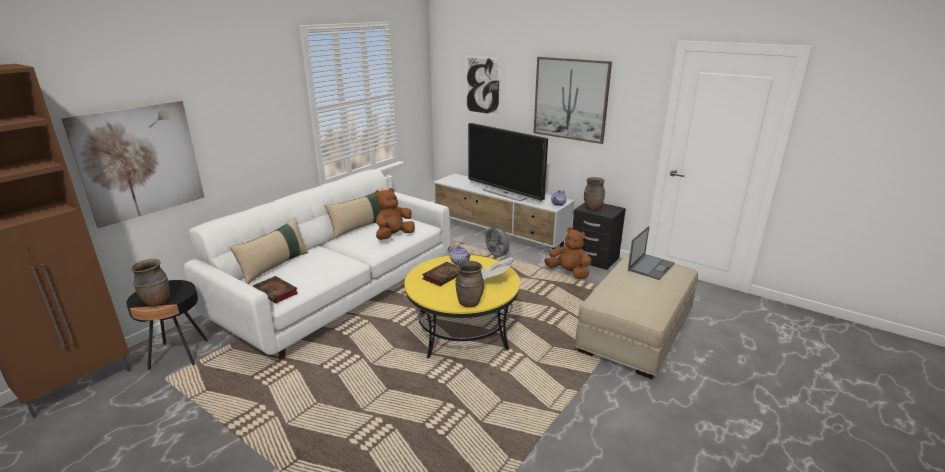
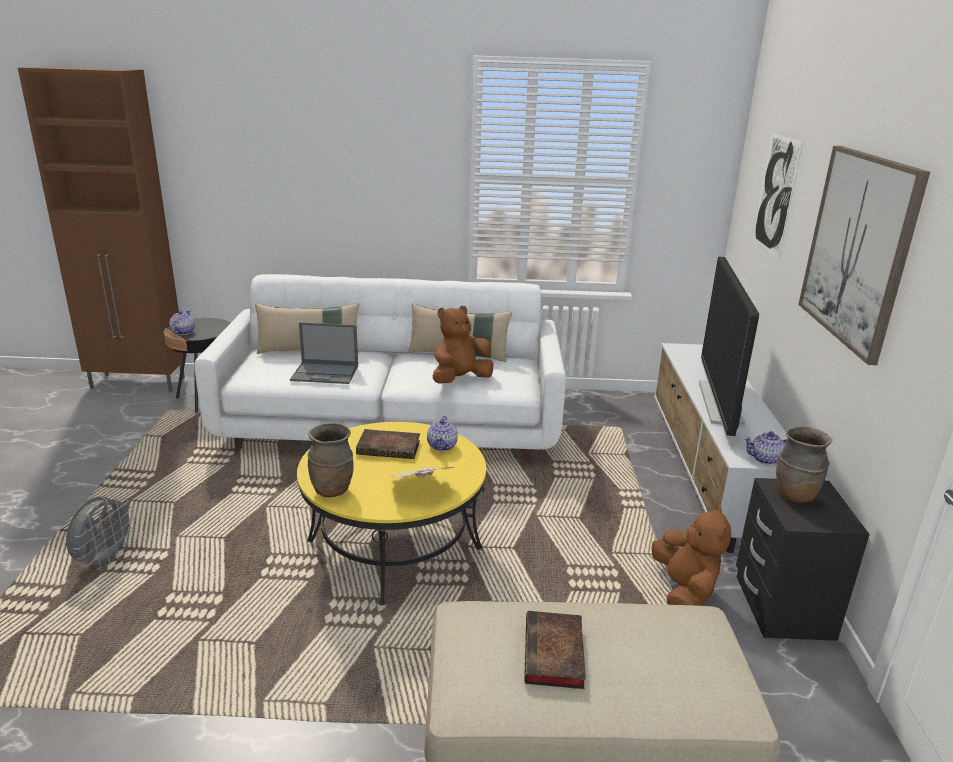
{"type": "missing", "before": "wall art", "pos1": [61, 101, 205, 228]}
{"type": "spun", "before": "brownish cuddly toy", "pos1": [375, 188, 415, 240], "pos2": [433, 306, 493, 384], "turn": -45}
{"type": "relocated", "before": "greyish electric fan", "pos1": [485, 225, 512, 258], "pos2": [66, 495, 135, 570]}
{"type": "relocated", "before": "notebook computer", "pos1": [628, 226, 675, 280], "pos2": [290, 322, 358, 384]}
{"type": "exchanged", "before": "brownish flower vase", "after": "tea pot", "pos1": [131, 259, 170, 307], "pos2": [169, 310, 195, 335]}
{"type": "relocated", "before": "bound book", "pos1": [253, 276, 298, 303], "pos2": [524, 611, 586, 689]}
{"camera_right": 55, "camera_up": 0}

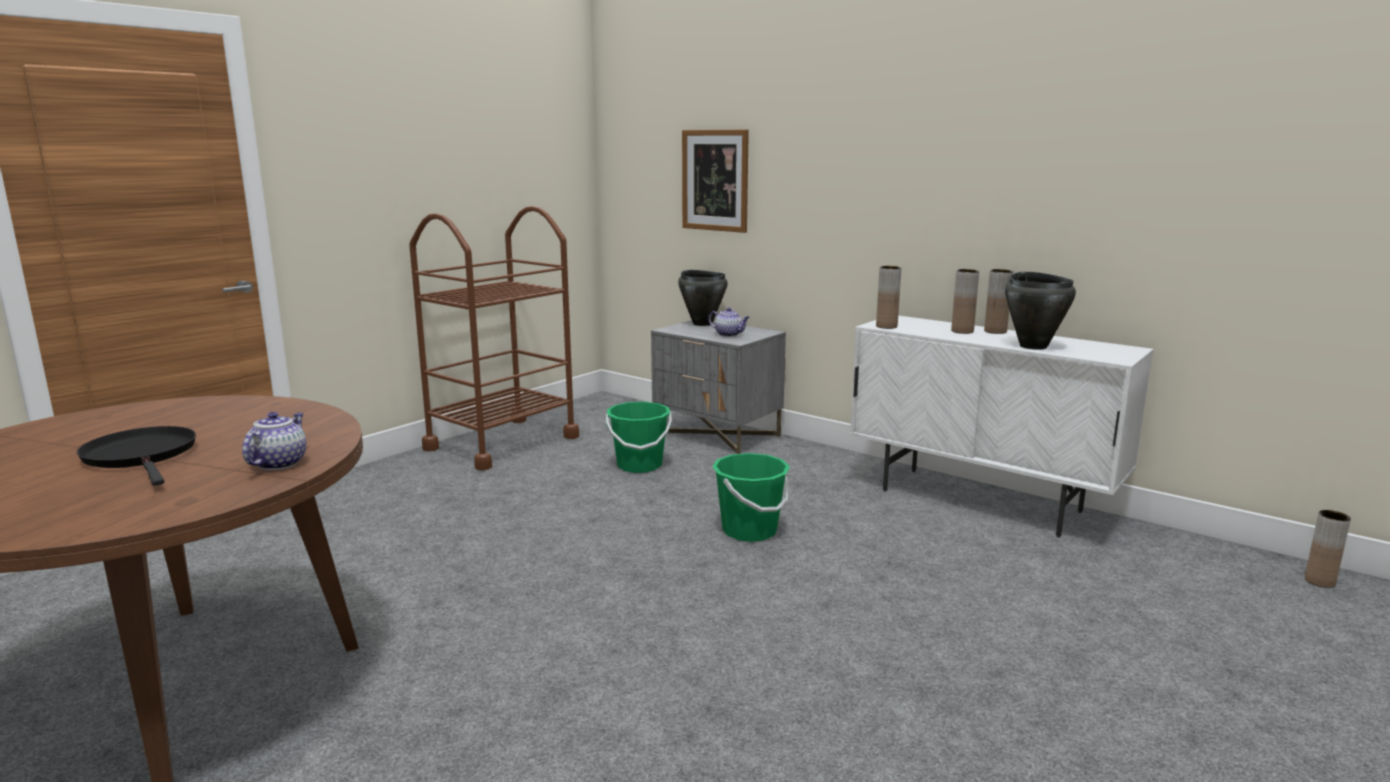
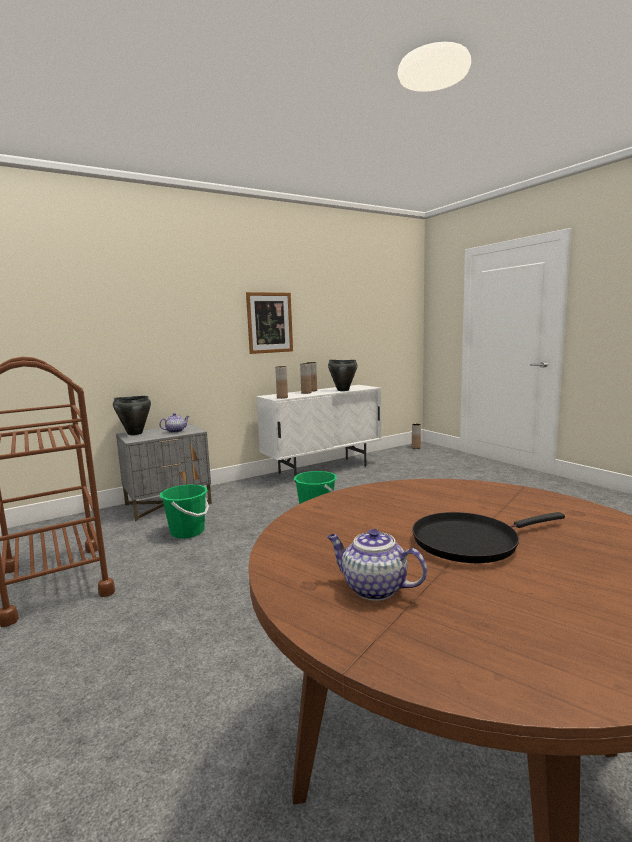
{"type": "relocated", "before": "wall art", "pos1": [682, 129, 749, 233], "pos2": [246, 292, 293, 354]}
{"type": "relocated", "before": "tea pot", "pos1": [242, 412, 306, 470], "pos2": [327, 529, 427, 601]}
{"camera_right": -70, "camera_up": -5}

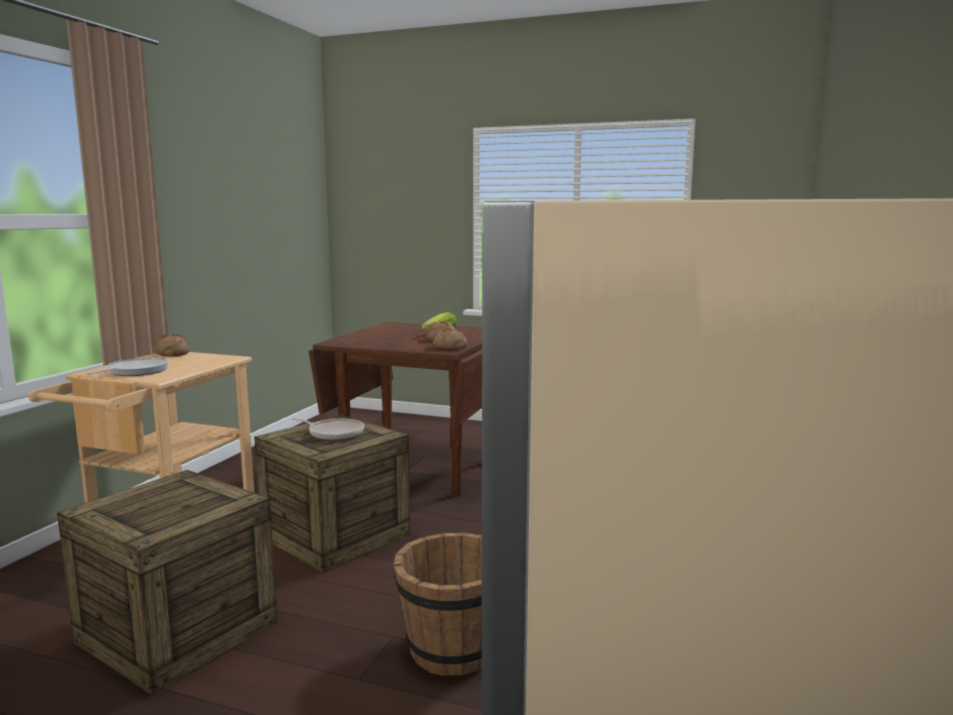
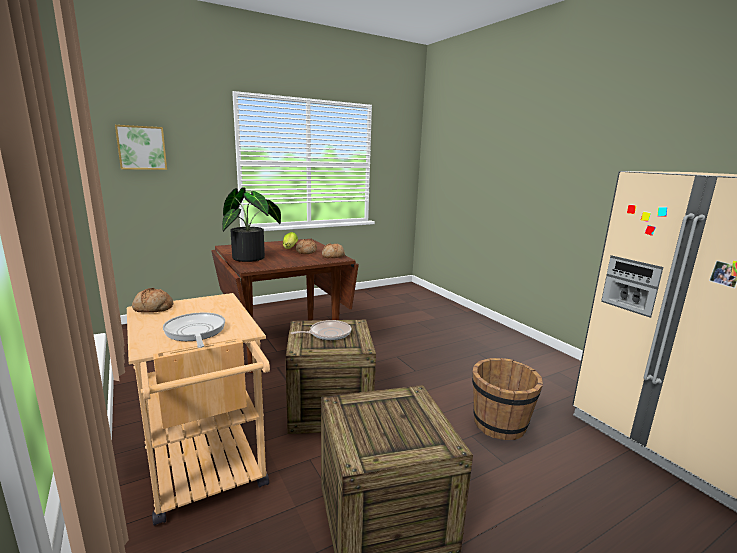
{"type": "appeared", "after": "wall art", "pos2": [115, 125, 167, 170]}
{"type": "appeared", "after": "plant in a pot", "pos2": [222, 188, 281, 262]}
{"camera_right": -50, "camera_up": 5}

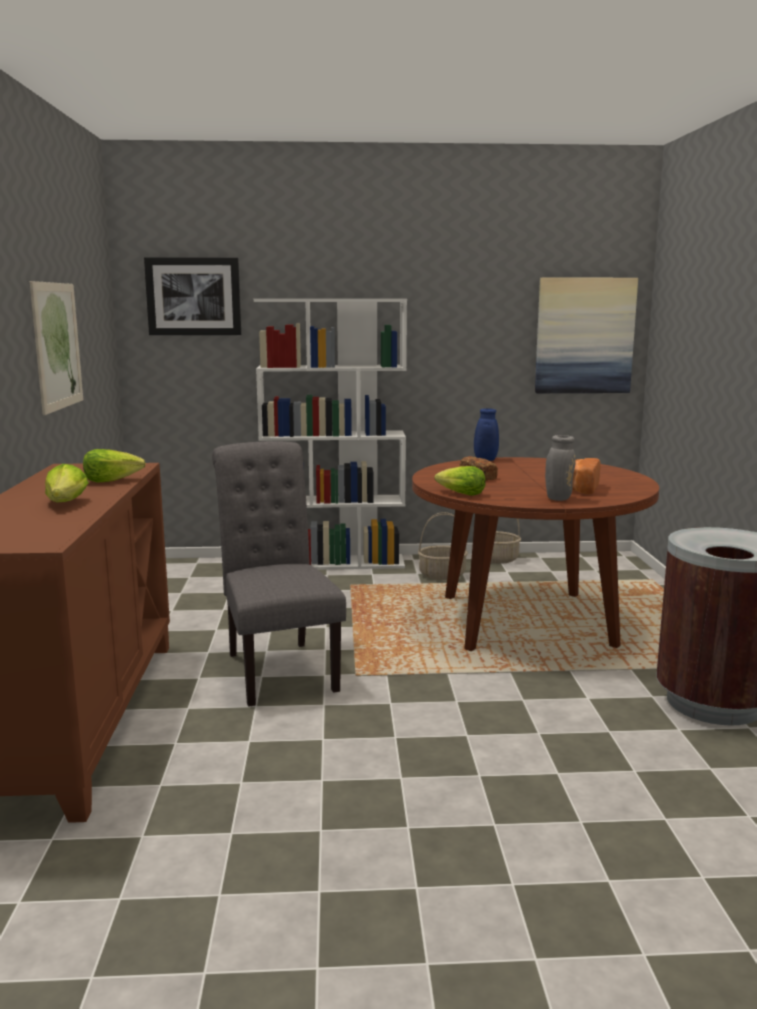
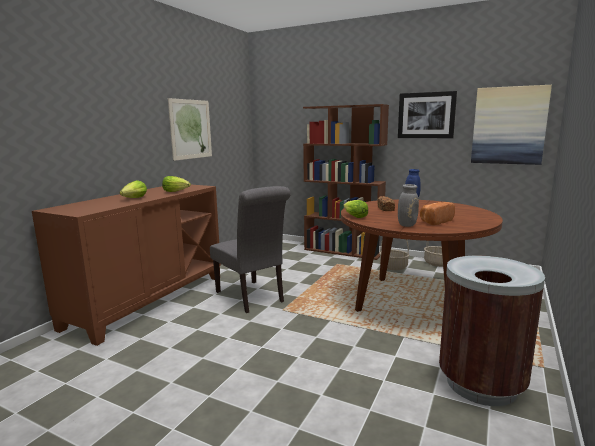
{"type": "relocated", "before": "wall art", "pos1": [144, 257, 241, 335], "pos2": [398, 91, 457, 138]}
{"type": "colour", "before": "white bookcase", "after": "brownish bookcase", "pos1": [254, 299, 407, 570], "pos2": [303, 104, 389, 260]}
{"type": "spun", "before": "greyish plain chair", "pos1": [212, 441, 346, 707], "pos2": [210, 186, 291, 313], "turn": 135}
{"camera_right": 30, "camera_up": 0}

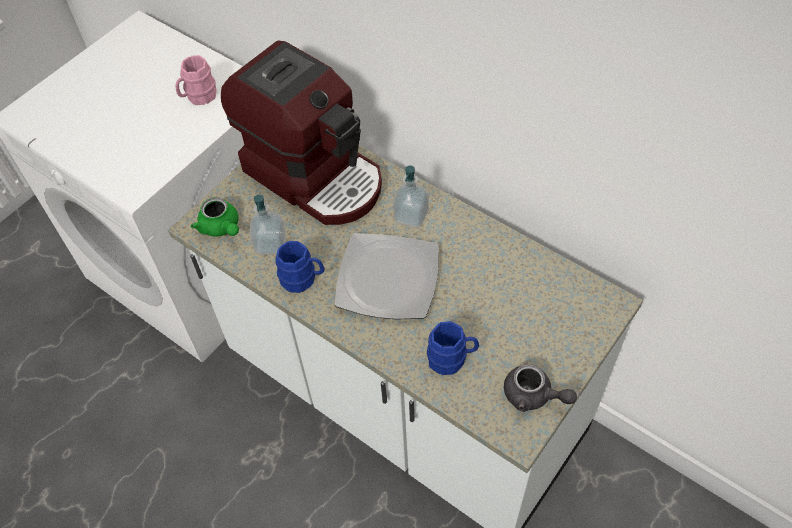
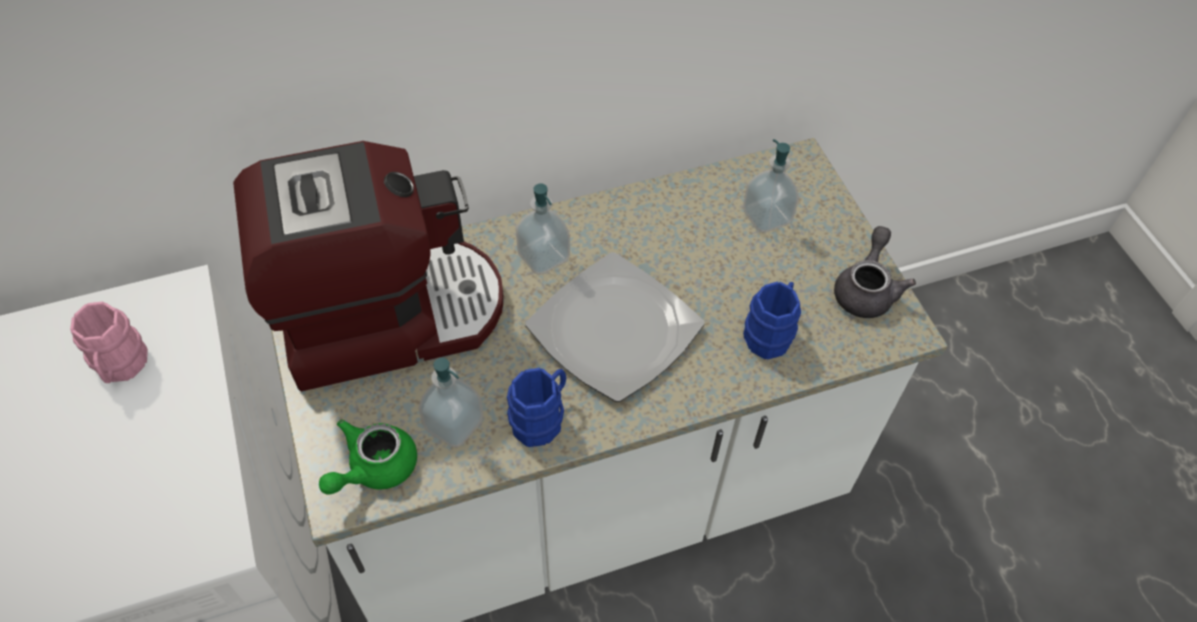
{"type": "spun", "before": "green-coloured tea pot", "pos1": [191, 197, 239, 237], "pos2": [319, 420, 417, 494], "turn": 135}
{"type": "spun", "before": "greyish tea pot", "pos1": [504, 364, 577, 412], "pos2": [834, 226, 916, 318], "turn": -45}
{"type": "appeared", "after": "soap bottle", "pos2": [743, 139, 799, 232]}
{"camera_right": -60, "camera_up": 0}

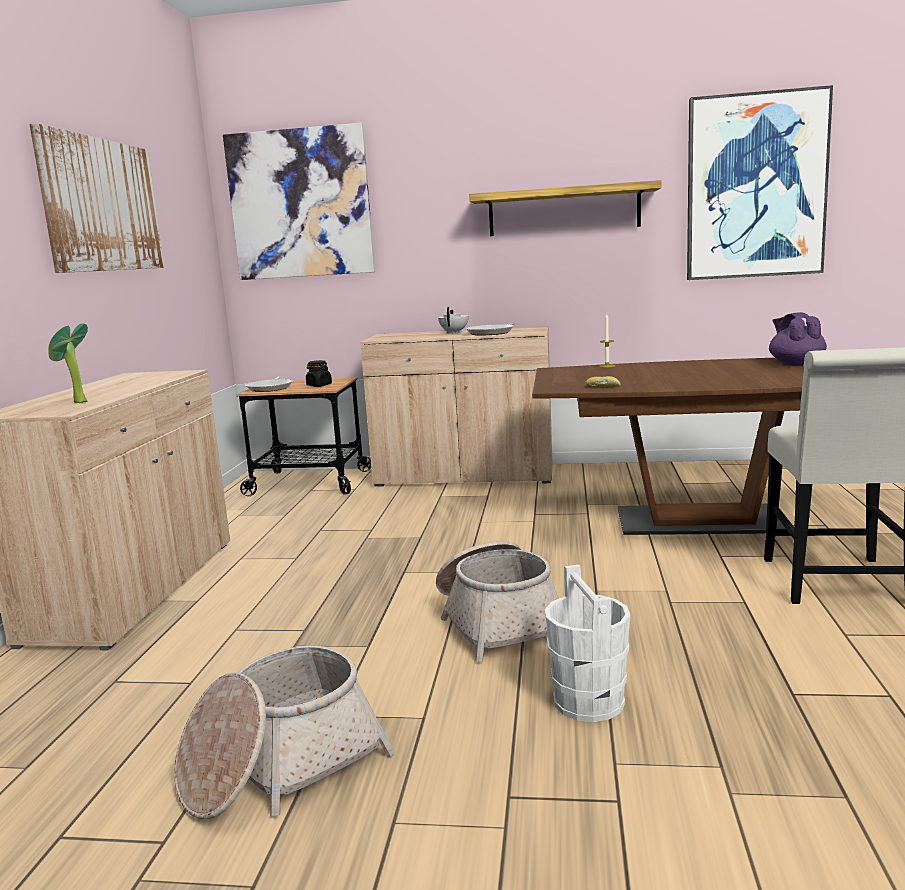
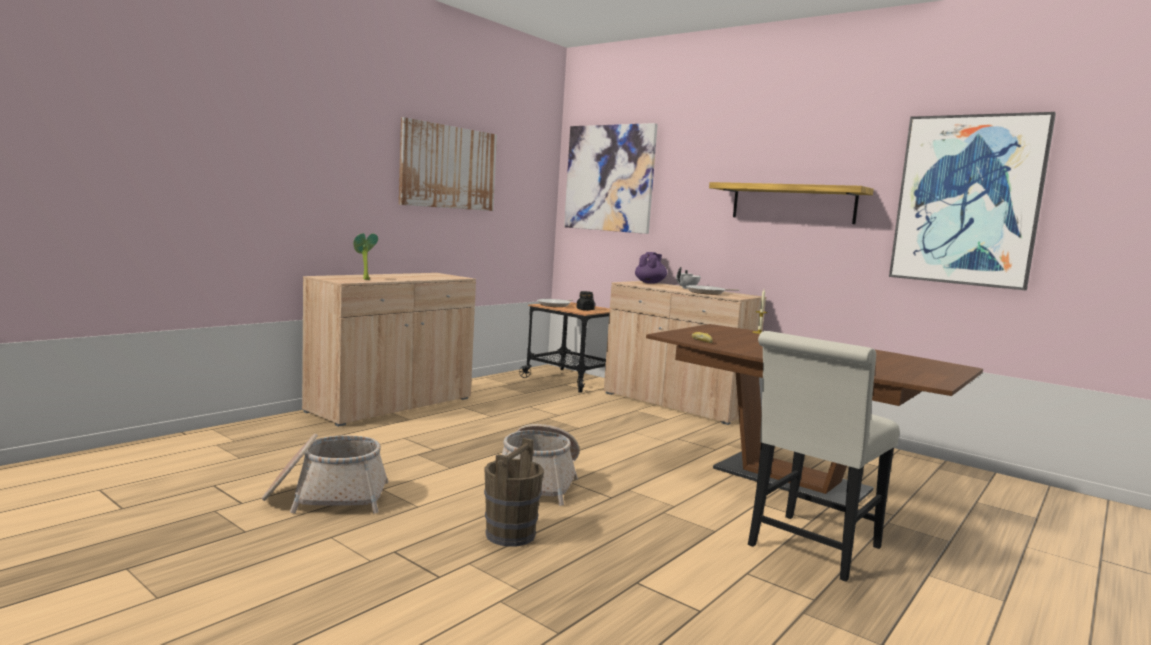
{"type": "relocated", "before": "purple-coloured tea pot", "pos1": [769, 312, 827, 366], "pos2": [635, 252, 667, 284]}
{"type": "colour", "before": "white bucket", "after": "brownish bucket", "pos1": [545, 564, 630, 722], "pos2": [484, 438, 544, 547]}
{"camera_right": 30, "camera_up": -5}

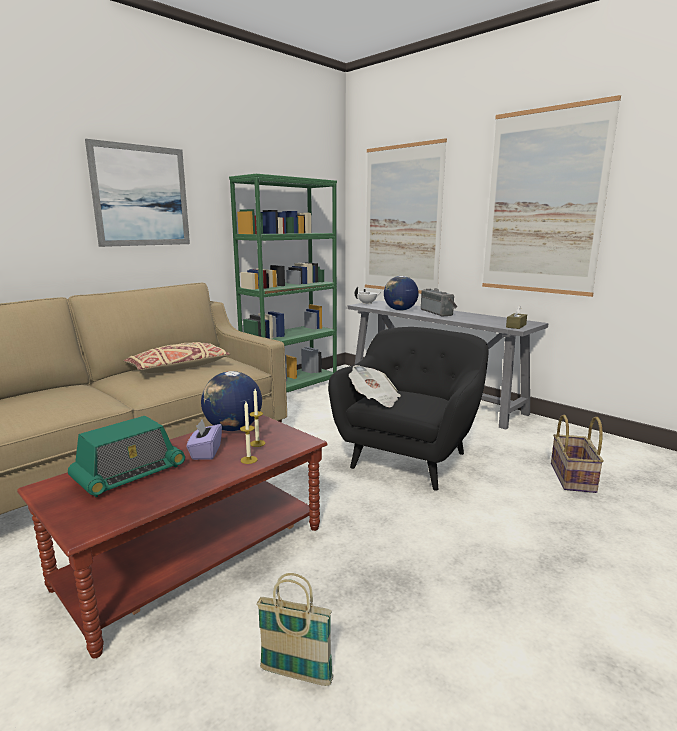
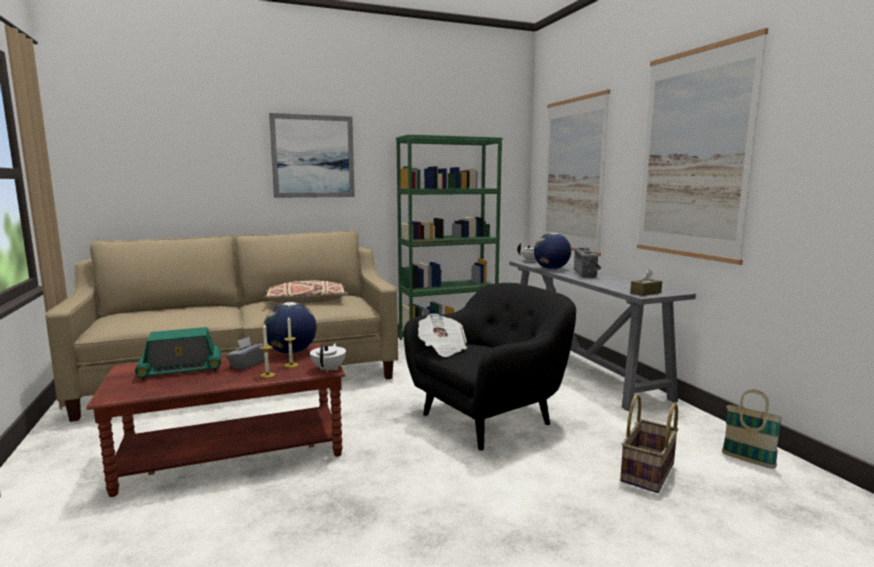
{"type": "colour", "before": "purple-coloured box of tissues", "after": "greyish box of tissues", "pos1": [186, 419, 222, 460], "pos2": [226, 337, 265, 370]}
{"type": "relocated", "before": "storage basket", "pos1": [256, 573, 333, 686], "pos2": [722, 389, 782, 469]}
{"type": "appeared", "after": "white tea pot", "pos2": [310, 343, 346, 372]}
{"camera_right": 25, "camera_up": -5}

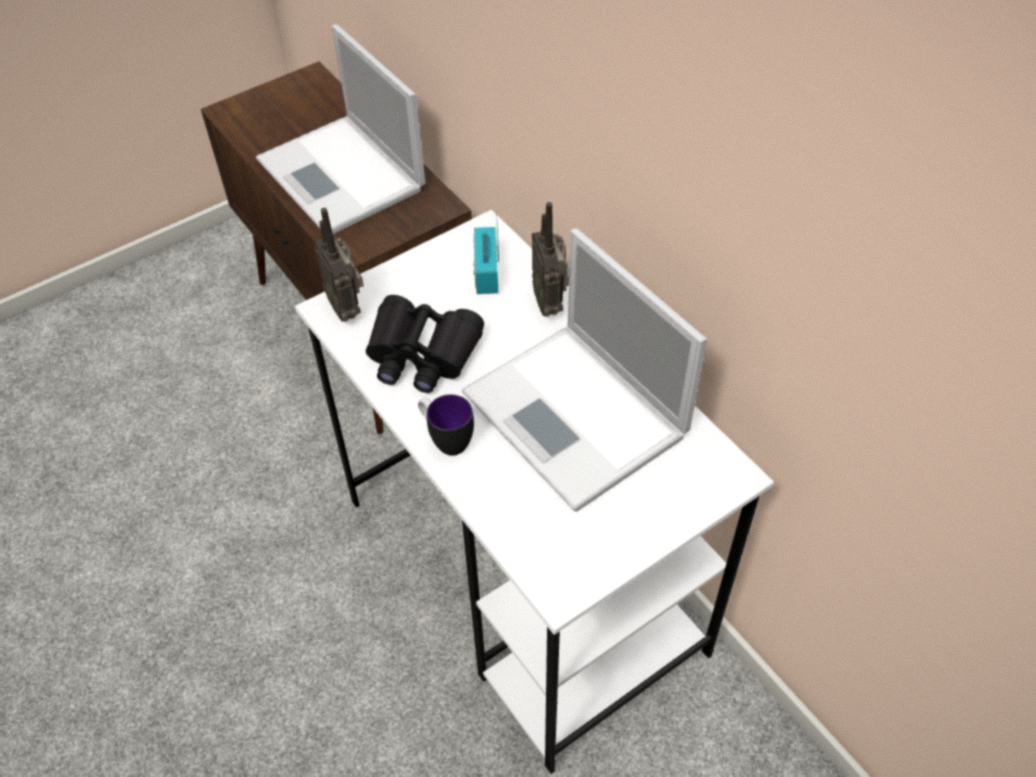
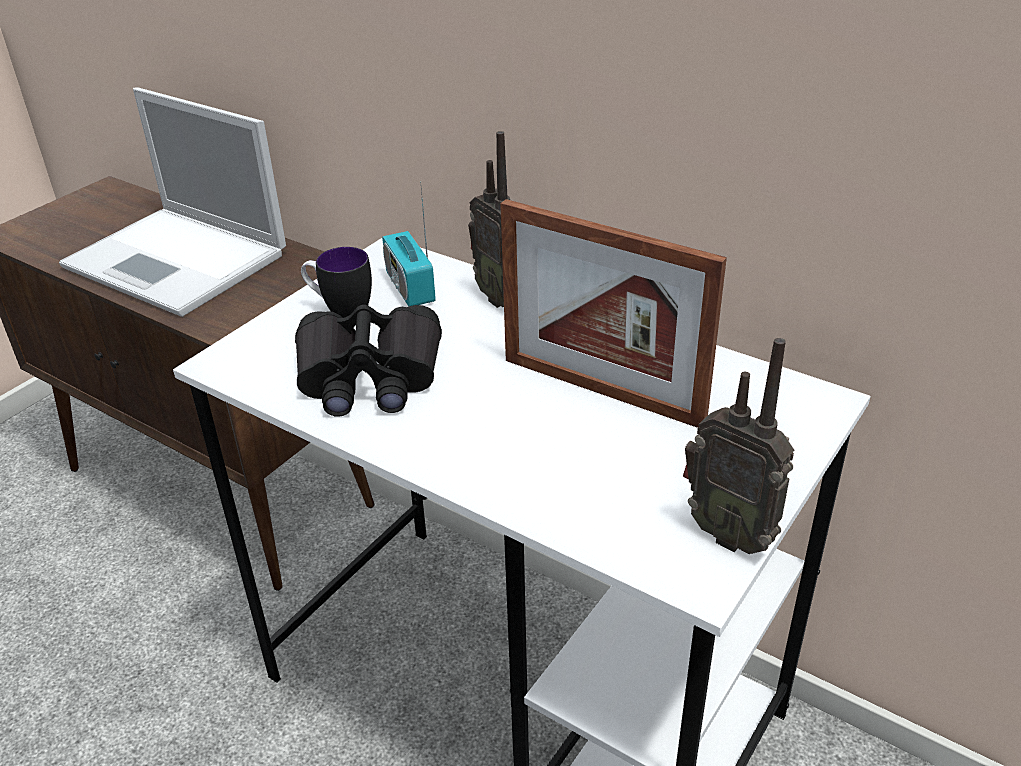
{"type": "relocated", "before": "radio", "pos1": [313, 208, 364, 322], "pos2": [683, 338, 794, 554]}
{"type": "exchanged", "before": "notebook computer", "after": "standing frame", "pos1": [462, 229, 707, 512], "pos2": [500, 199, 727, 428]}
{"type": "relocated", "before": "mug", "pos1": [418, 394, 474, 456], "pos2": [301, 247, 372, 318]}
{"camera_right": -20, "camera_up": -15}

